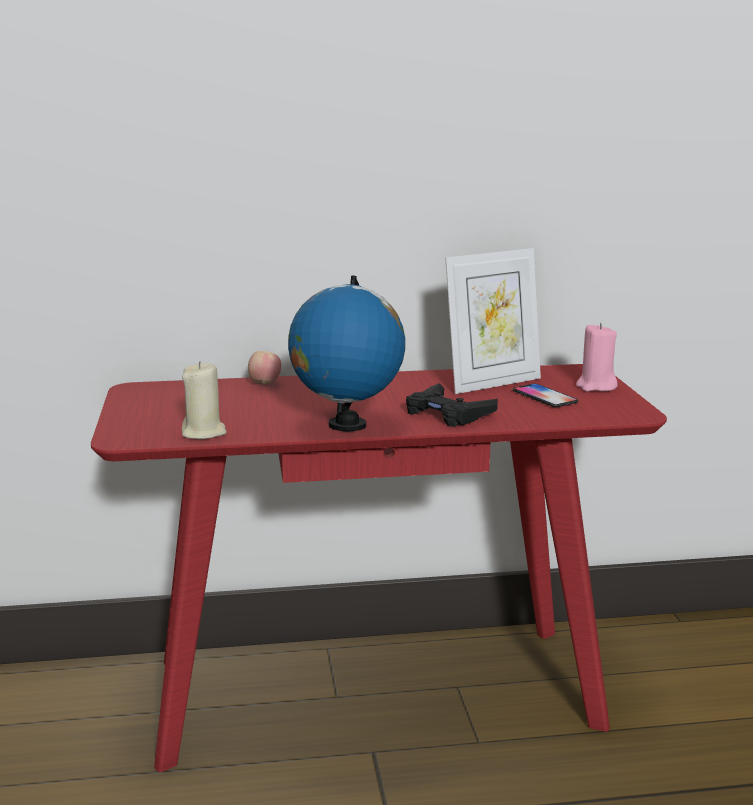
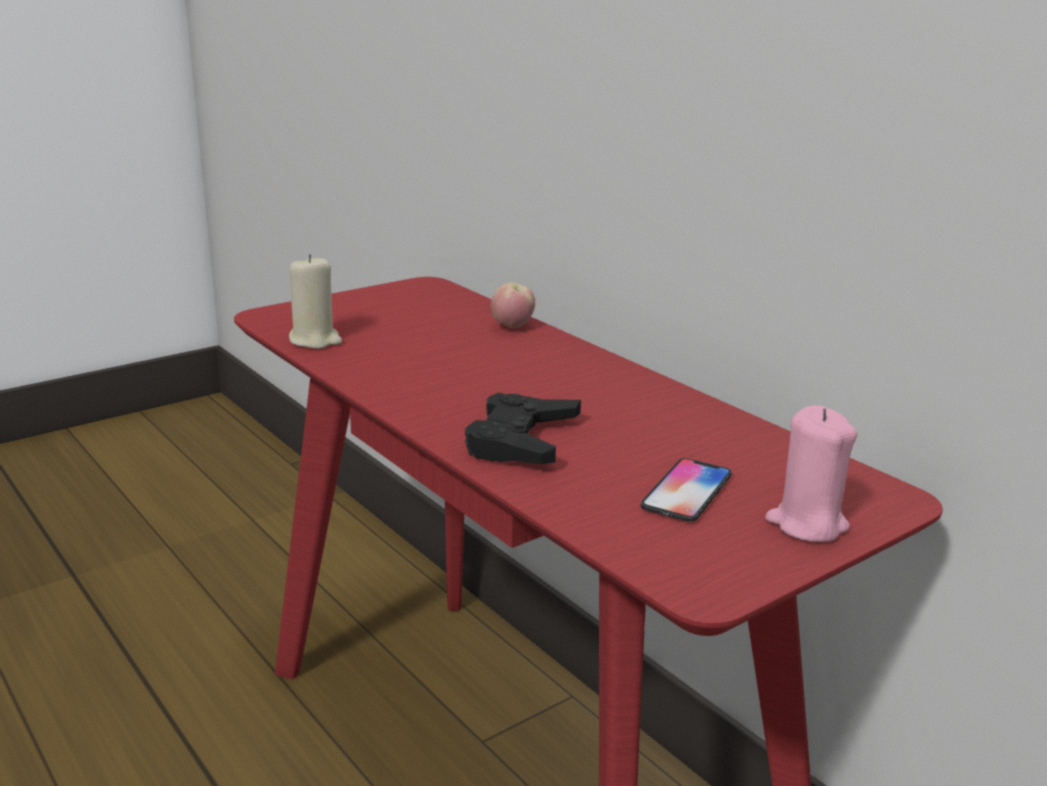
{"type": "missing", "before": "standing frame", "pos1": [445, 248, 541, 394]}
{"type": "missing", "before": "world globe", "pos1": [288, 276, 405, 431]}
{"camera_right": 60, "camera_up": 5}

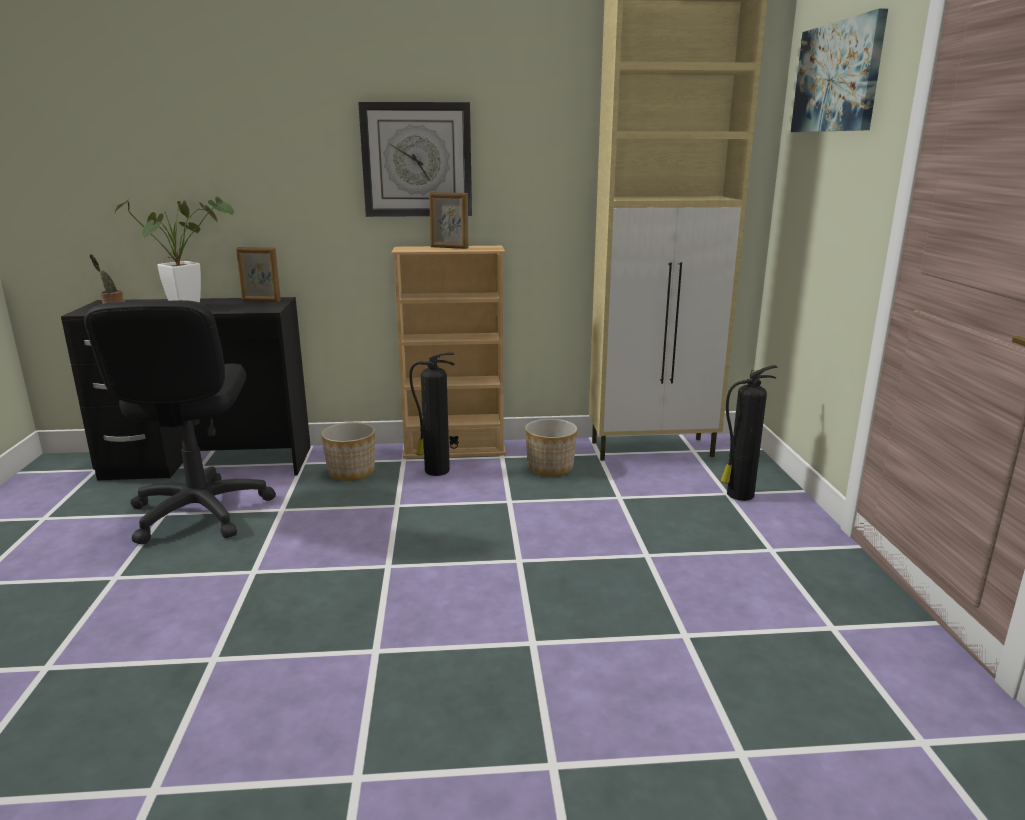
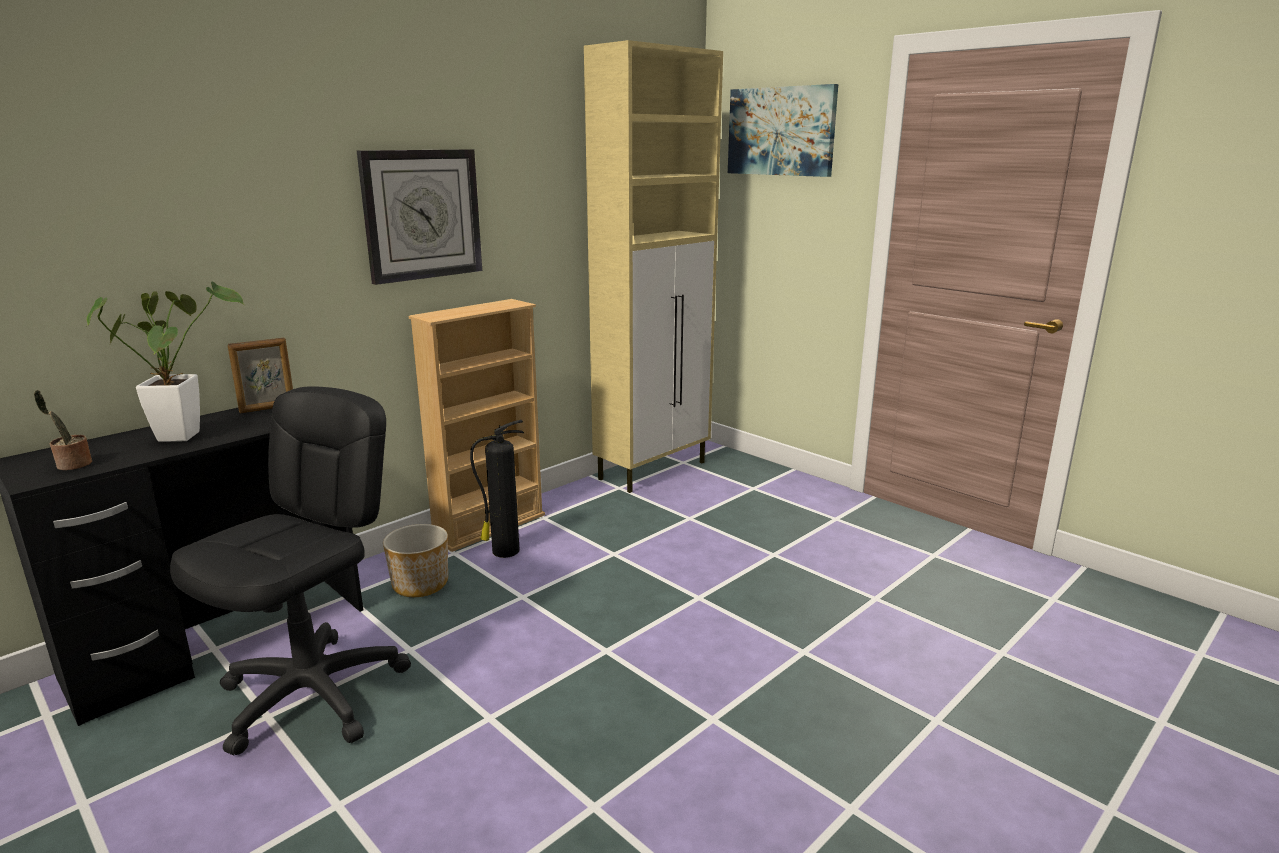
{"type": "missing", "before": "standing frame", "pos1": [429, 192, 468, 249]}
{"type": "spun", "before": "black-coloured desk chair", "pos1": [84, 300, 276, 544], "pos2": [170, 386, 411, 756], "turn": -105}
{"type": "missing", "before": "extinguisher", "pos1": [720, 365, 778, 501]}
{"type": "missing", "before": "flower pot", "pos1": [525, 419, 577, 477]}
{"camera_right": -40, "camera_up": 0}

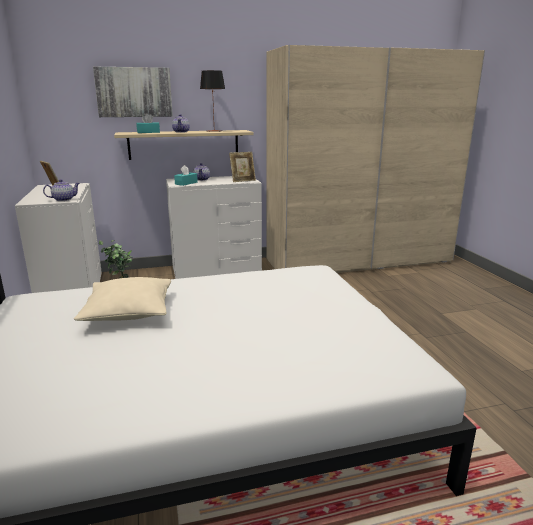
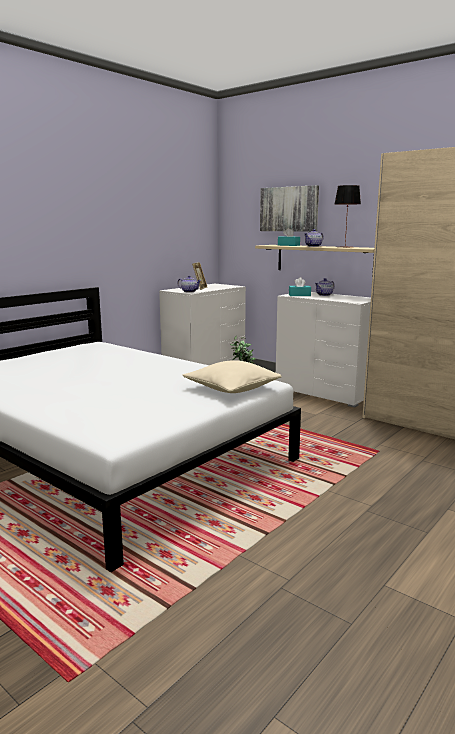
{"type": "missing", "before": "standing frame", "pos1": [229, 152, 256, 182]}
{"type": "relocated", "before": "sand-coloured pillow", "pos1": [74, 277, 171, 321], "pos2": [183, 360, 282, 393]}
{"camera_right": 55, "camera_up": -5}

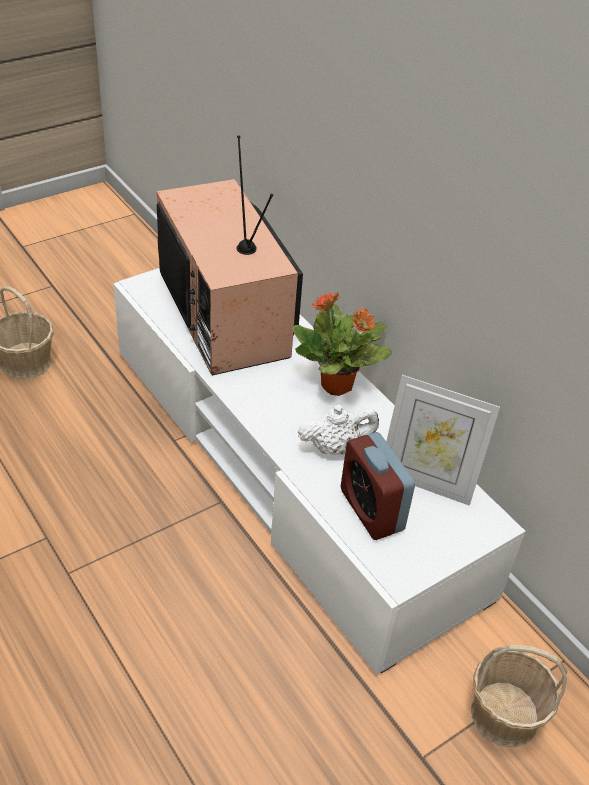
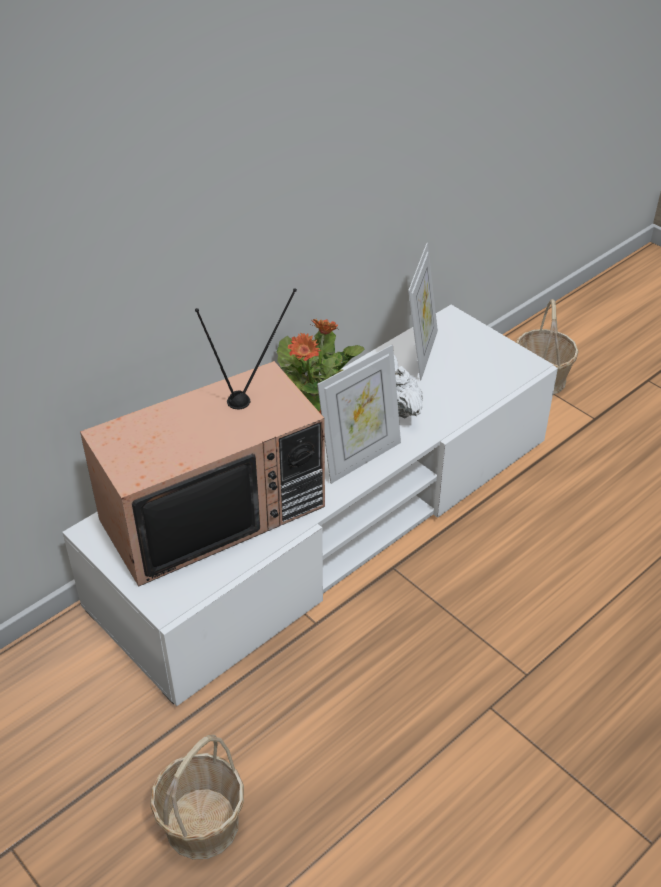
{"type": "missing", "before": "alarm clock", "pos1": [341, 432, 415, 540]}
{"type": "appeared", "after": "standing frame", "pos2": [317, 345, 401, 484]}
{"camera_right": -95, "camera_up": 0}

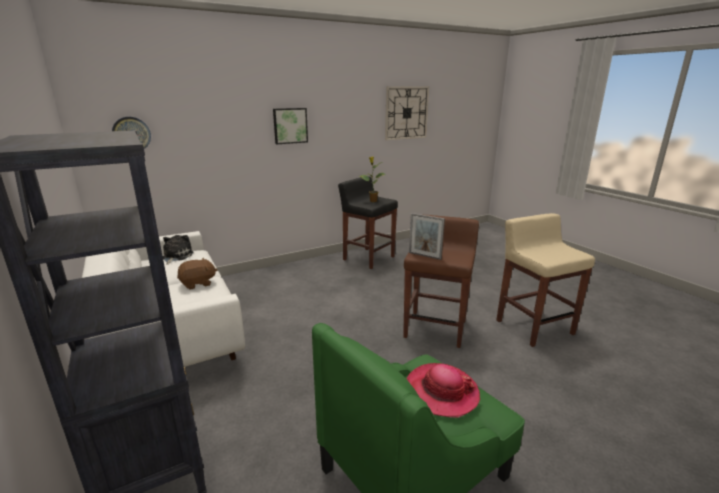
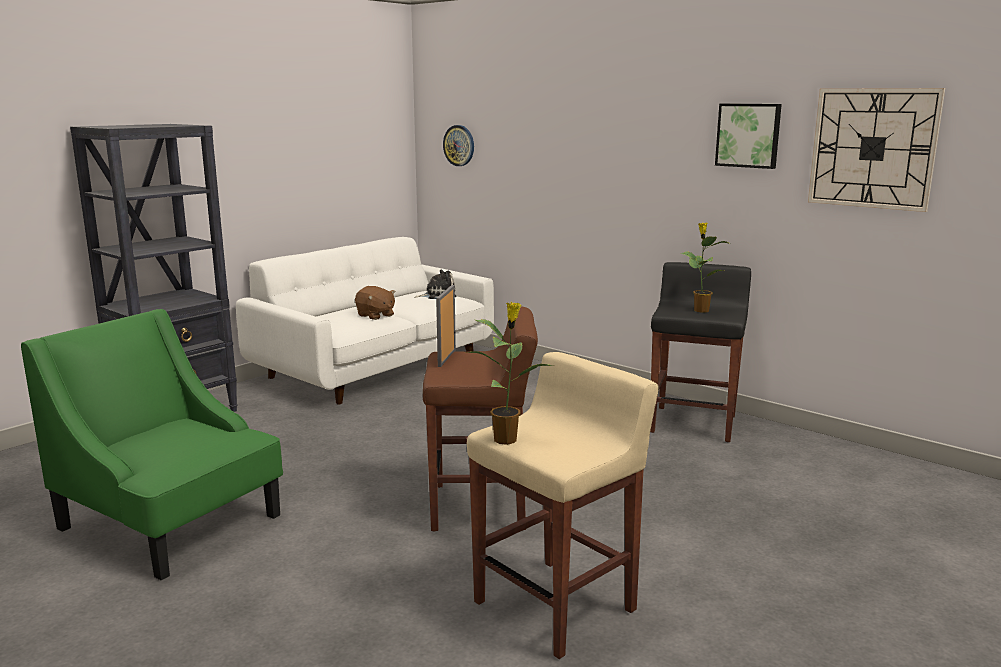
{"type": "relocated", "before": "wall art", "pos1": [273, 108, 308, 144], "pos2": [715, 103, 782, 169]}
{"type": "missing", "before": "wearable hat", "pos1": [407, 363, 480, 418]}
{"type": "appeared", "after": "plant in a pot", "pos2": [465, 302, 552, 445]}
{"camera_right": 70, "camera_up": -5}

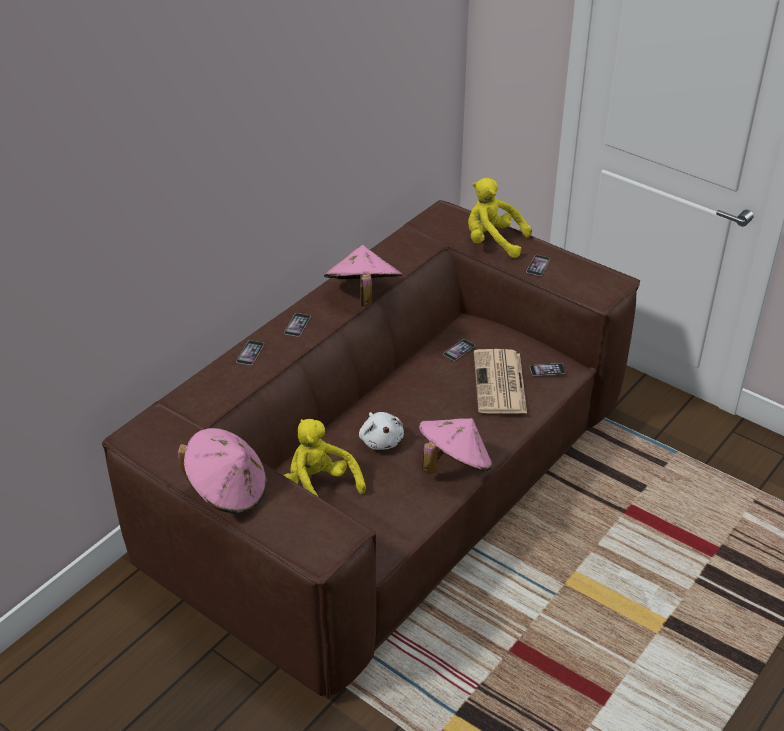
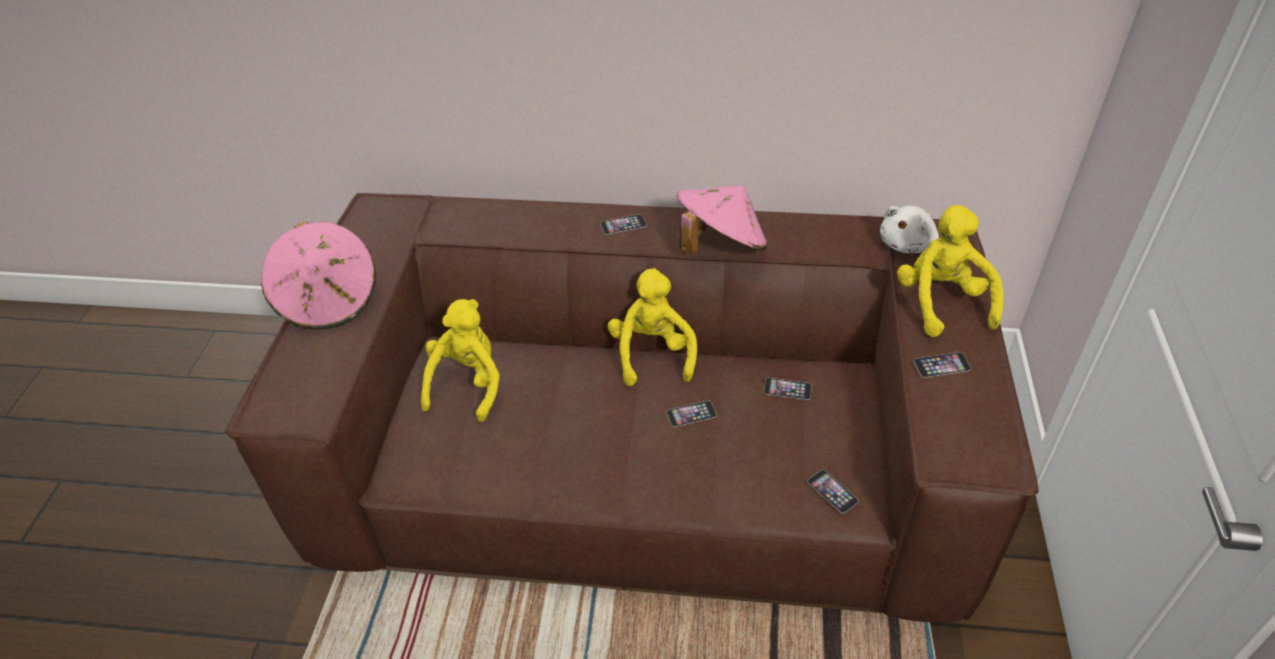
{"type": "relocated", "before": "phone", "pos1": [236, 340, 264, 365], "pos2": [666, 401, 717, 427]}
{"type": "missing", "before": "daily paper", "pos1": [474, 349, 527, 414]}
{"type": "relocated", "before": "white cuddly toy", "pos1": [359, 412, 404, 450], "pos2": [880, 206, 939, 253]}
{"type": "missing", "before": "pink-coloured wearable hat", "pos1": [419, 418, 493, 474]}
{"type": "appeared", "after": "yellow cuddly toy", "pos2": [607, 268, 697, 386]}
{"camera_right": 60, "camera_up": 5}

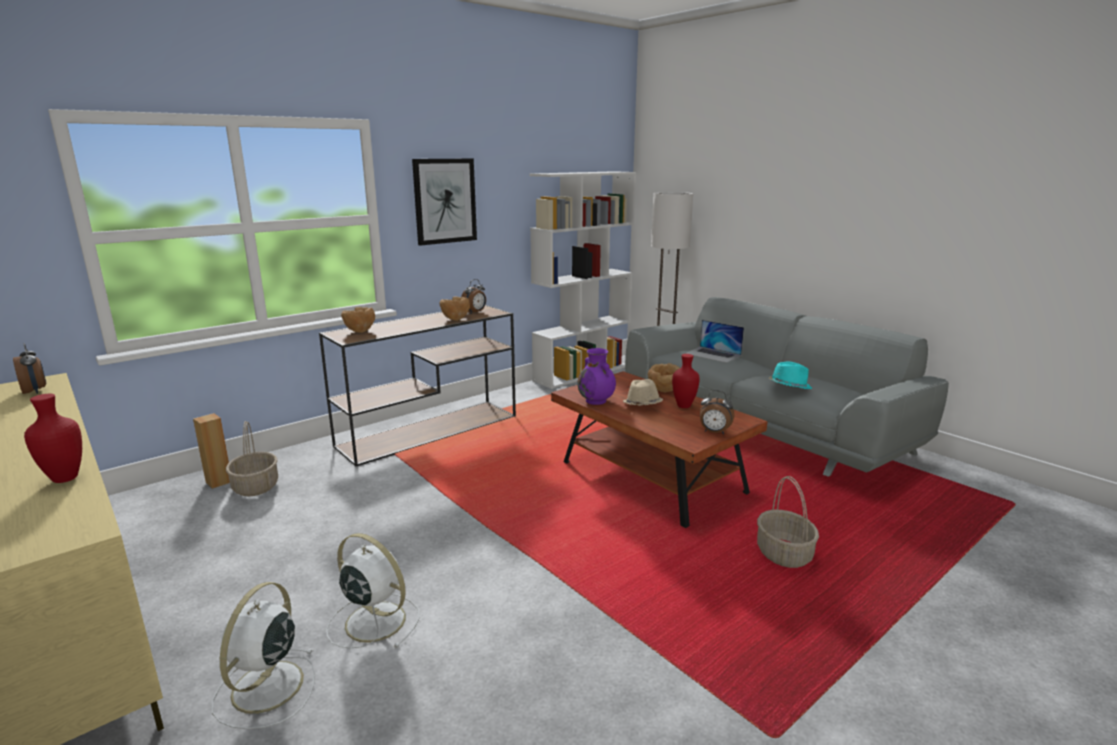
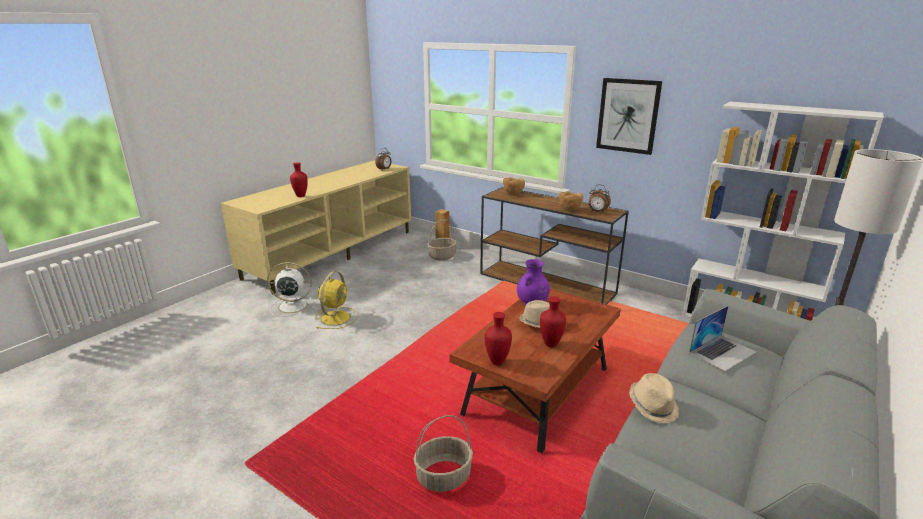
{"type": "spun", "before": "notebook computer", "pos1": [685, 320, 744, 363], "pos2": [689, 306, 757, 371], "turn": -150}
{"type": "colour", "before": "turquoise-coloured wearable hat", "after": "sand-coloured wearable hat", "pos1": [769, 362, 812, 389], "pos2": [629, 373, 679, 423]}
{"type": "missing", "before": "brownish serving bowl", "pos1": [648, 363, 680, 392]}
{"type": "exchanged", "before": "alarm clock", "after": "red-coloured flower vase", "pos1": [700, 390, 734, 435], "pos2": [485, 312, 512, 365]}
{"type": "colour", "before": "white electric fan", "after": "yellow electric fan", "pos1": [326, 533, 420, 648], "pos2": [315, 271, 358, 329]}
{"camera_right": 75, "camera_up": 5}

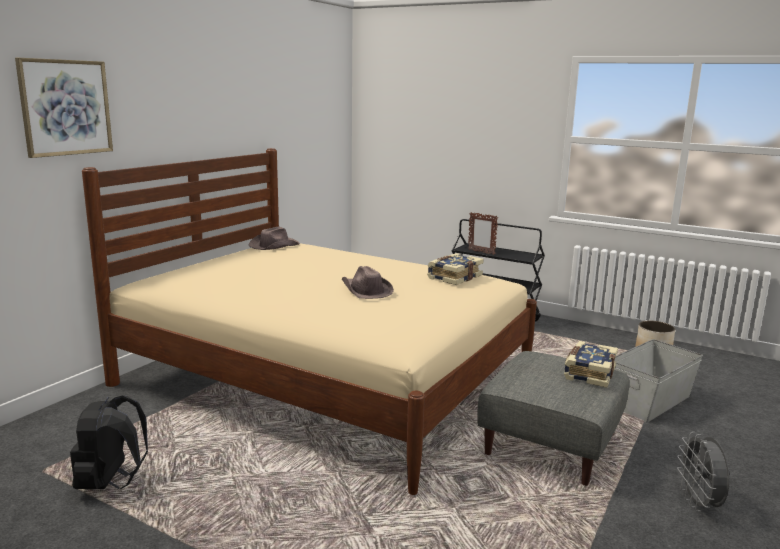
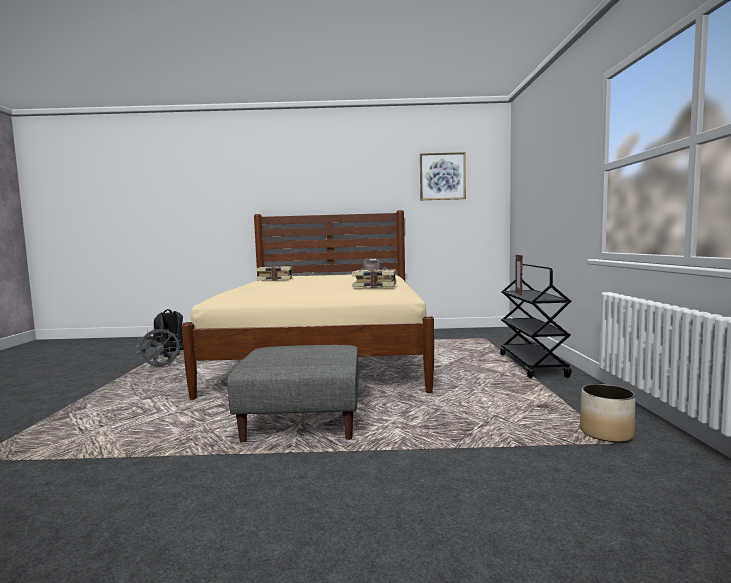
{"type": "relocated", "before": "wall art", "pos1": [15, 58, 113, 158], "pos2": [420, 152, 466, 200]}
{"type": "missing", "before": "brownish wearable hat", "pos1": [342, 266, 394, 299]}
{"type": "missing", "before": "greyish storage box", "pos1": [614, 339, 703, 423]}
{"type": "relocated", "before": "bound book", "pos1": [564, 341, 618, 388], "pos2": [256, 266, 292, 281]}
{"type": "relocated", "before": "greyish electric fan", "pos1": [677, 432, 730, 512], "pos2": [136, 326, 181, 366]}
{"camera_right": 60, "camera_up": -10}

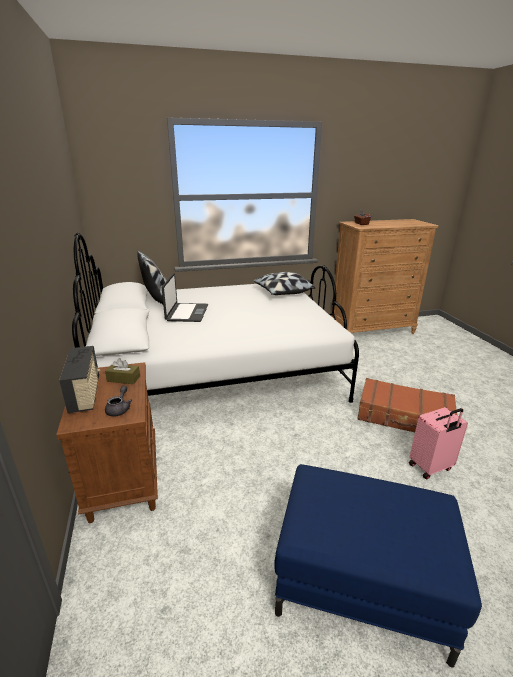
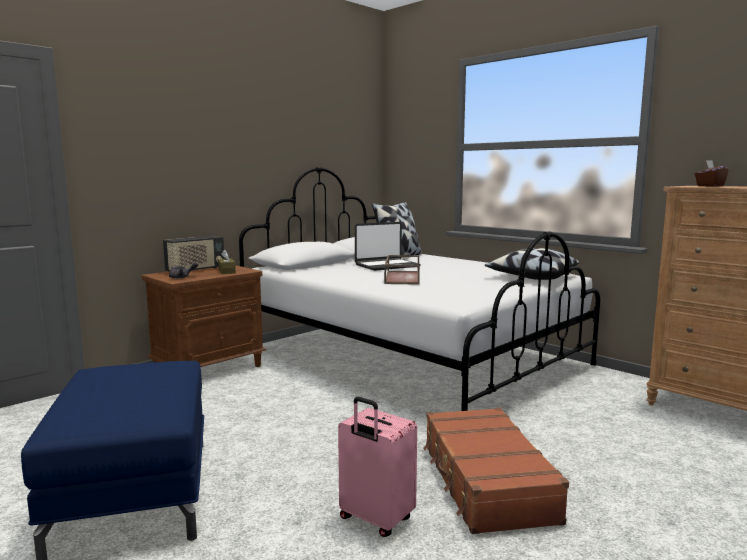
{"type": "appeared", "after": "brownish serving tray", "pos2": [384, 255, 420, 285]}
{"camera_right": 60, "camera_up": -15}

